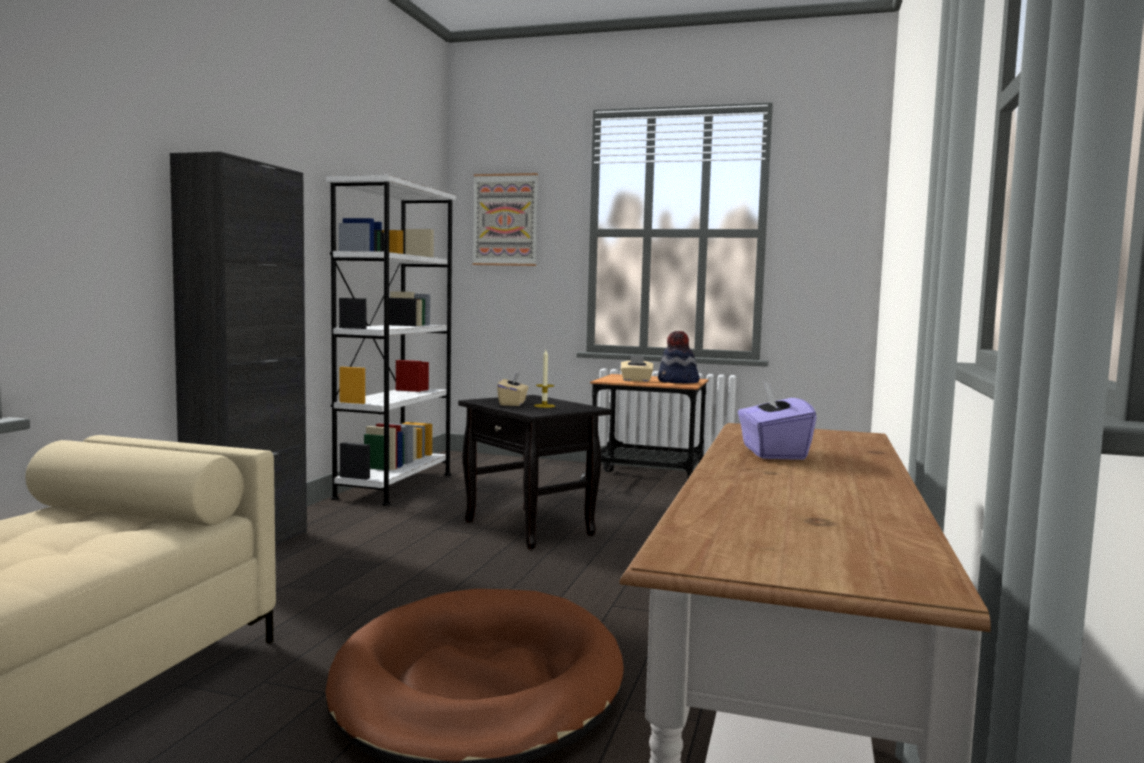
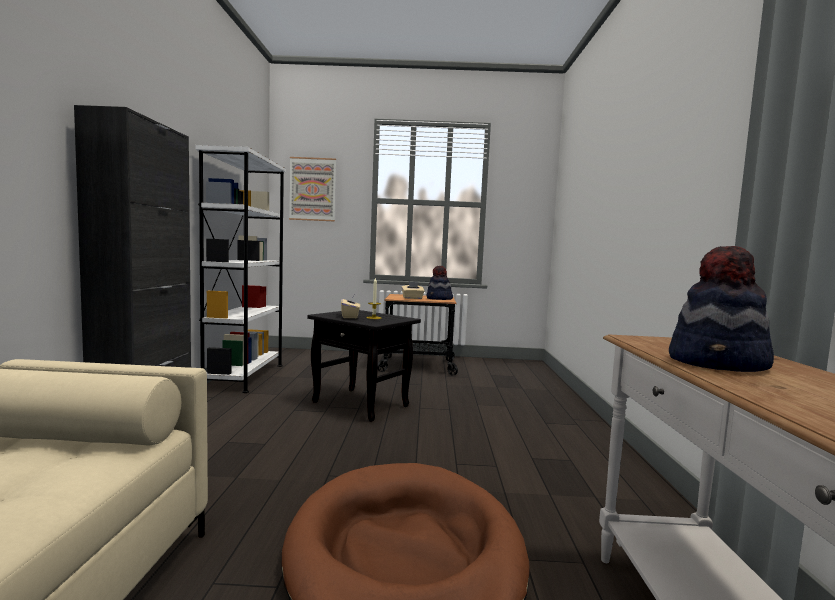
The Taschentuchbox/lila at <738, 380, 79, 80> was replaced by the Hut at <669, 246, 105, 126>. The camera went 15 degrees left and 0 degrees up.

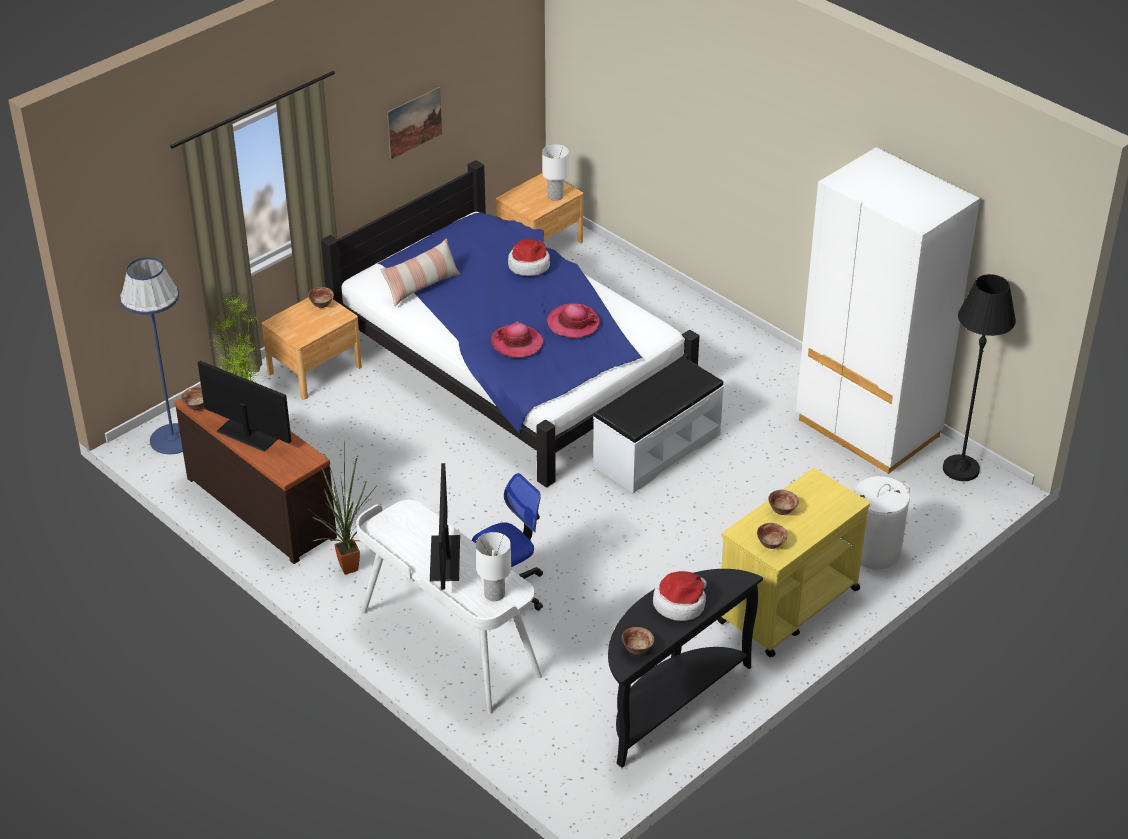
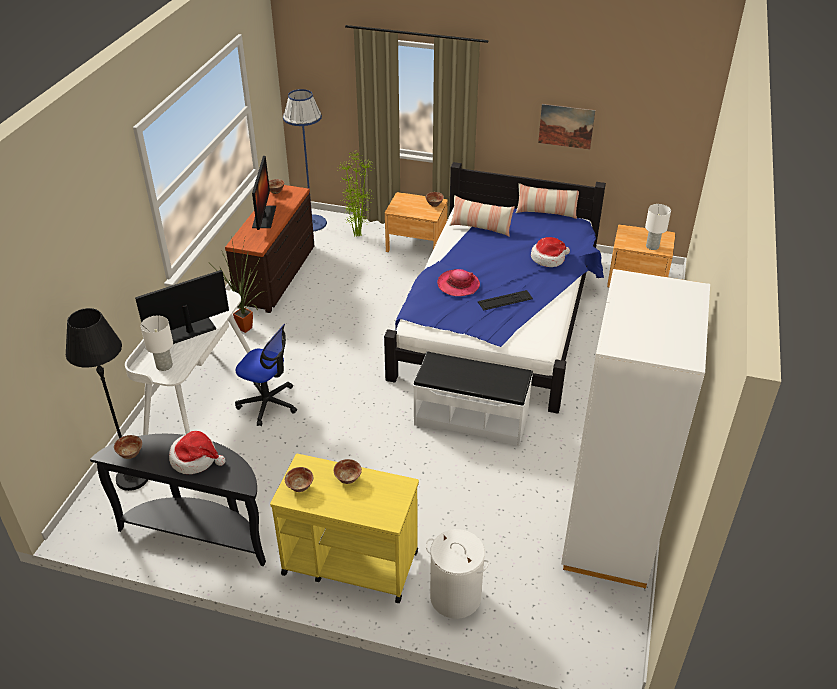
The Stehlampe/schwarz moved from <943, 274, 73, 207> to <66, 308, 82, 183>. The Hut at <547, 303, 53, 35> was replaced by the Tastatur at <478, 290, 55, 21>. The Kissen at <516, 183, 63, 36> appeared. The camera went 60 degrees right and 0 degrees up.

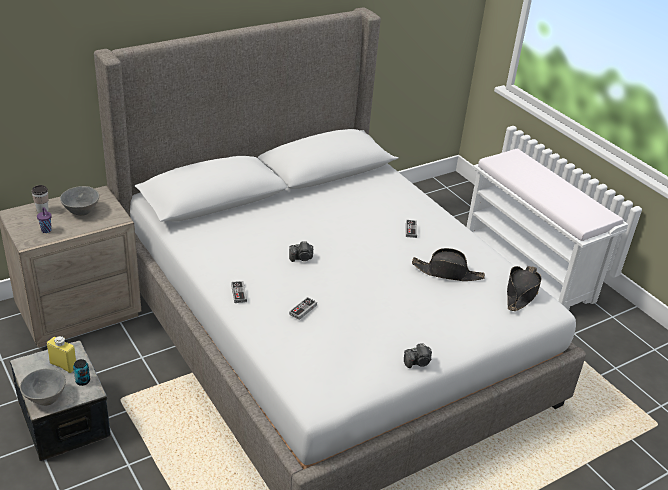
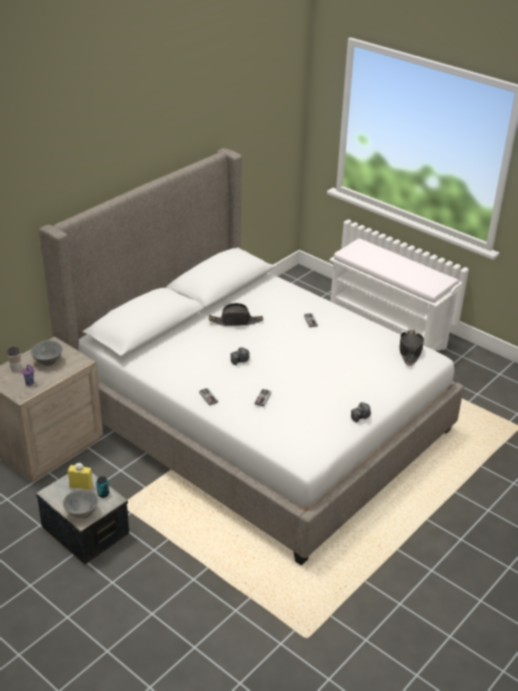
The Hut/schwarz moved from <412, 248, 73, 33> to <209, 303, 54, 23>. The camera went 15 degrees left and 0 degrees up.

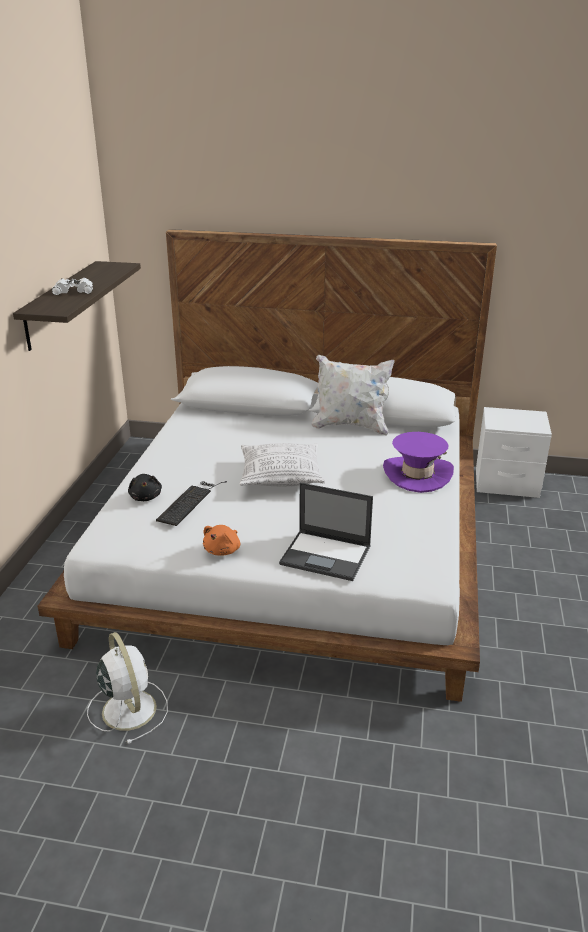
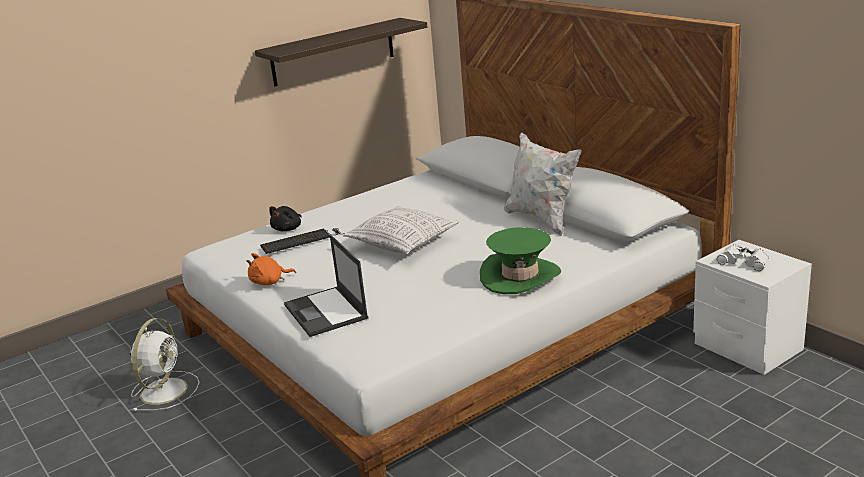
The Fernglas/weiß moved from <52, 277, 41, 18> to <717, 244, 52, 27>. The Hut/lila at <383, 432, 71, 61> became the Hut/grün at <480, 227, 81, 67>. The camera went 45 degrees right and 5 degrees down.

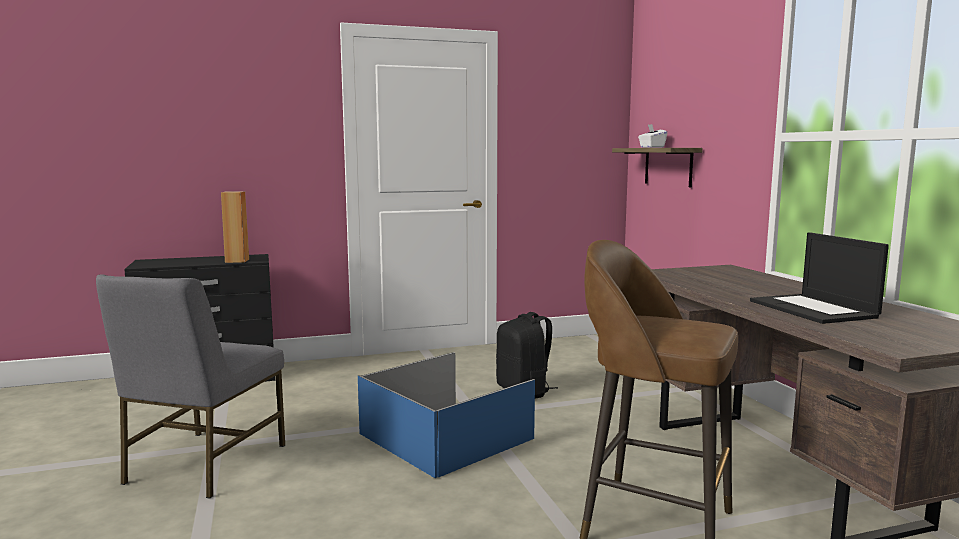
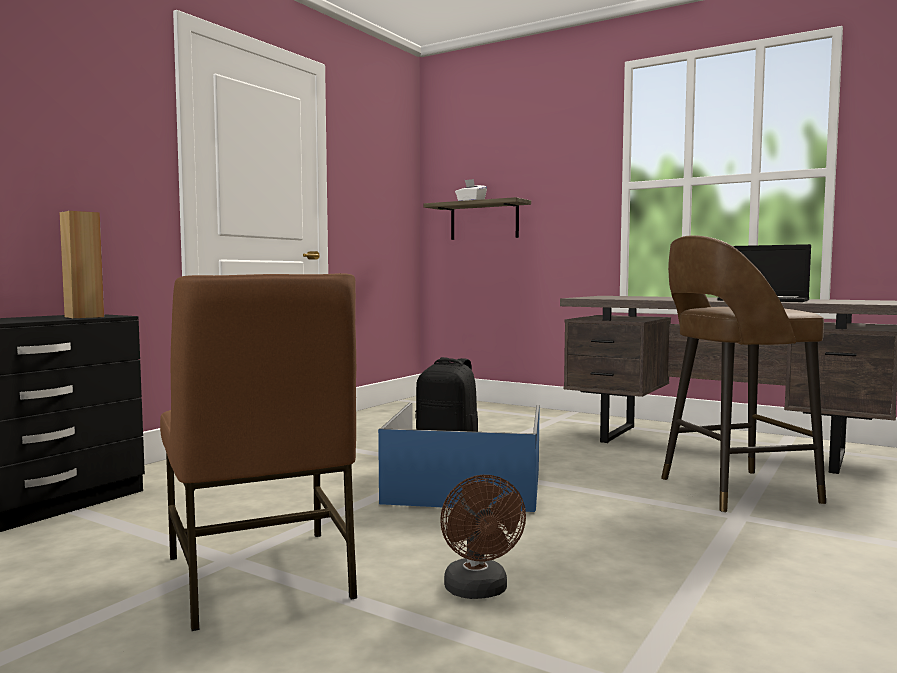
The Stuhl/grau at <96, 274, 190, 225> became the Stuhl/braun at <160, 273, 197, 358>. The Ventilator/braun at <440, 475, 86, 124> appeared. The camera went 40 degrees left and 5 degrees down.

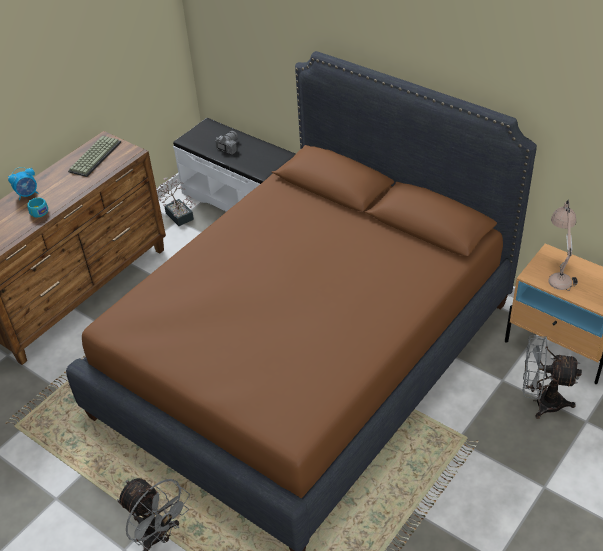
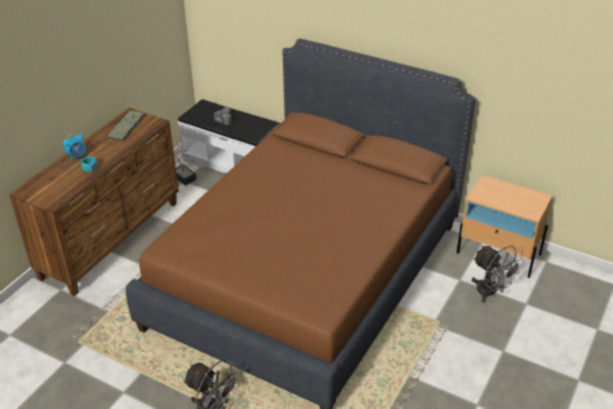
The Tischlampe/beige at <548, 200, 30, 91> disappeared. The Ventilator/grau at <523, 335, 59, 84> turned 135 degrees counterclockwise. The camera went 10 degrees left and 5 degrees down.

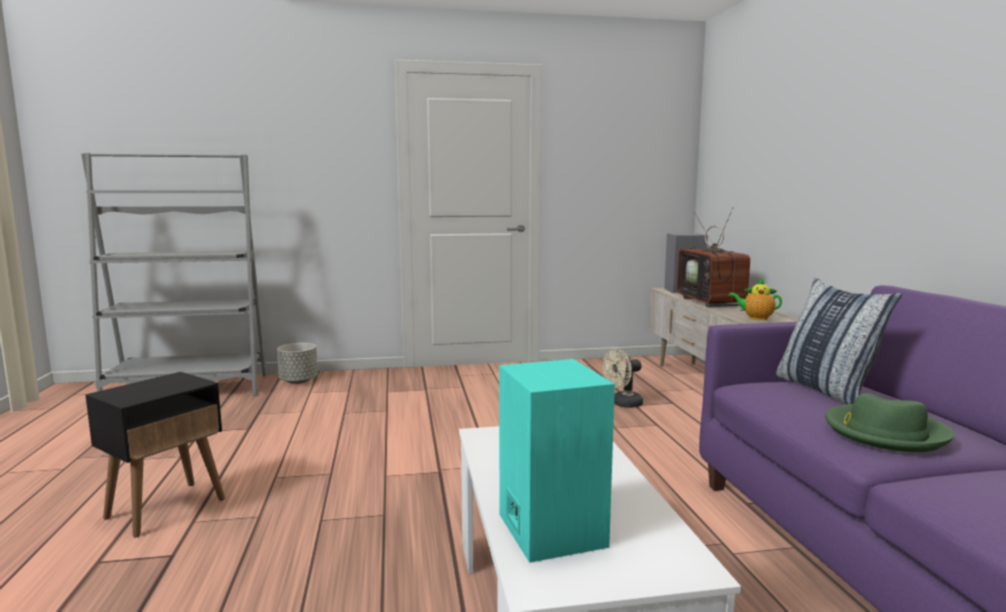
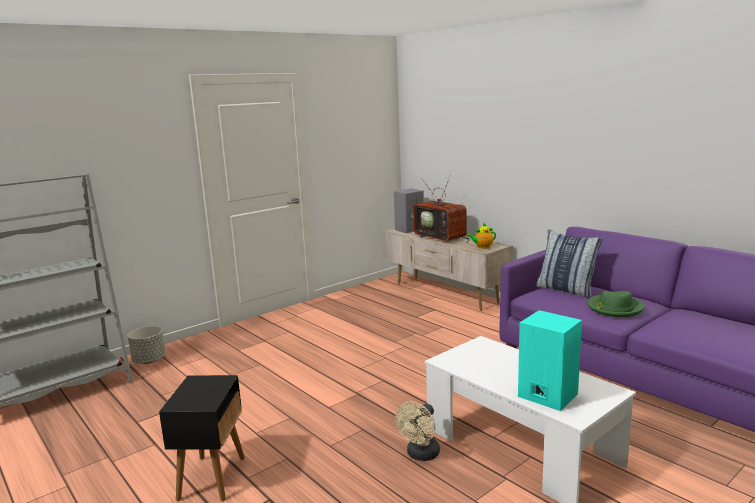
The Ventilator/beige moved from <603, 349, 40, 59> to <395, 402, 45, 59>. The camera went 30 degrees left and 5 degrees up.

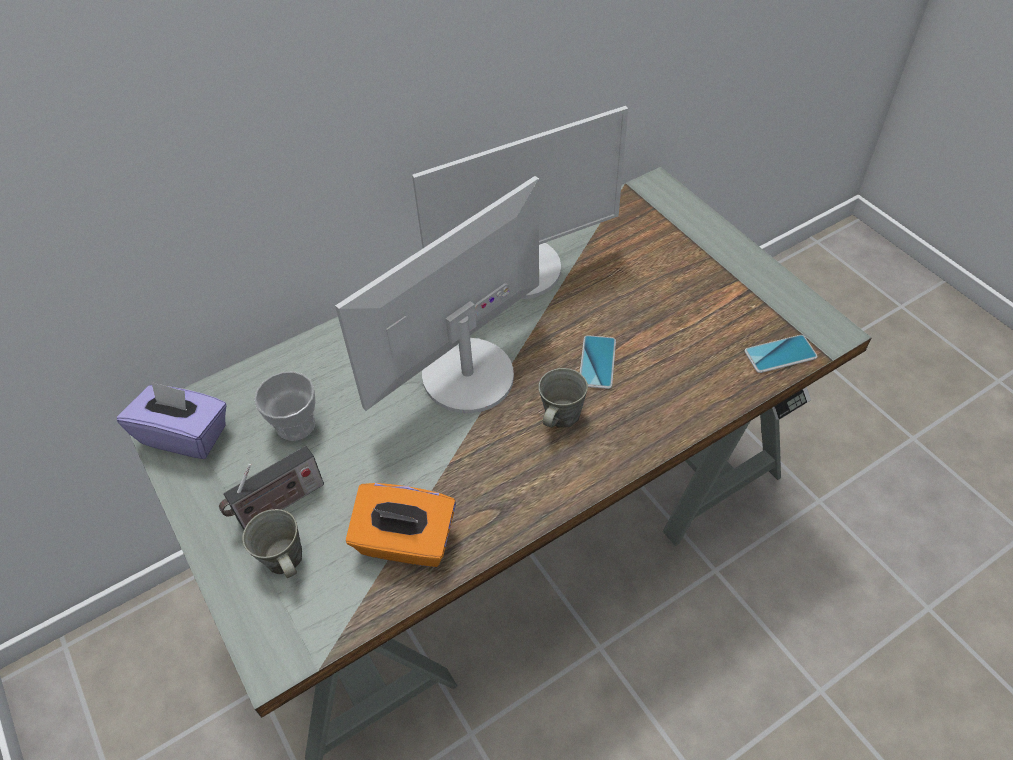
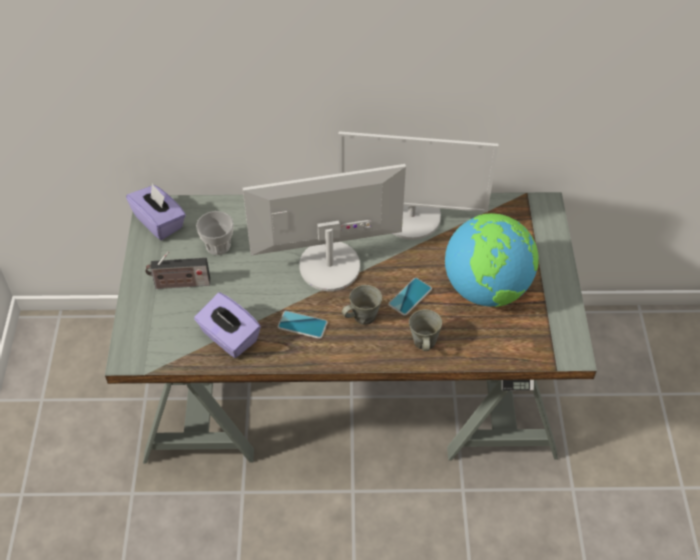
The Handy moved from <745, 335, 72, 38> to <278, 311, 50, 28>. The Taschentuchbox/orange at <346, 483, 110, 84> became the Taschentuchbox/lila at <194, 293, 67, 65>. The Henkelbecher/grau moved from <242, 509, 60, 69> to <409, 309, 33, 42>. The Globus at <445, 213, 94, 94> appeared. The camera went 30 degrees right and 0 degrees up.

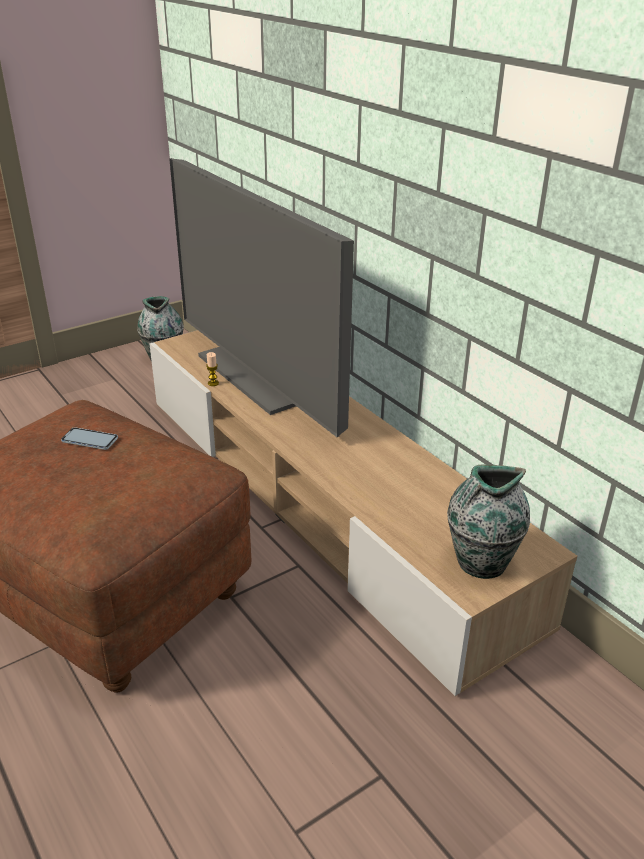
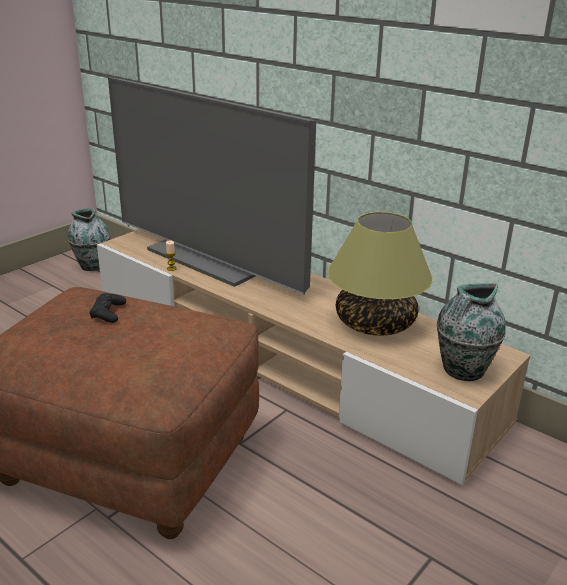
The Handy at <61, 427, 57, 23> was replaced by the Gamepad/schwarz at <89, 293, 37, 30>. The Tischlampe at <328, 212, 105, 124> appeared. The camera went 15 degrees left and 5 degrees down.

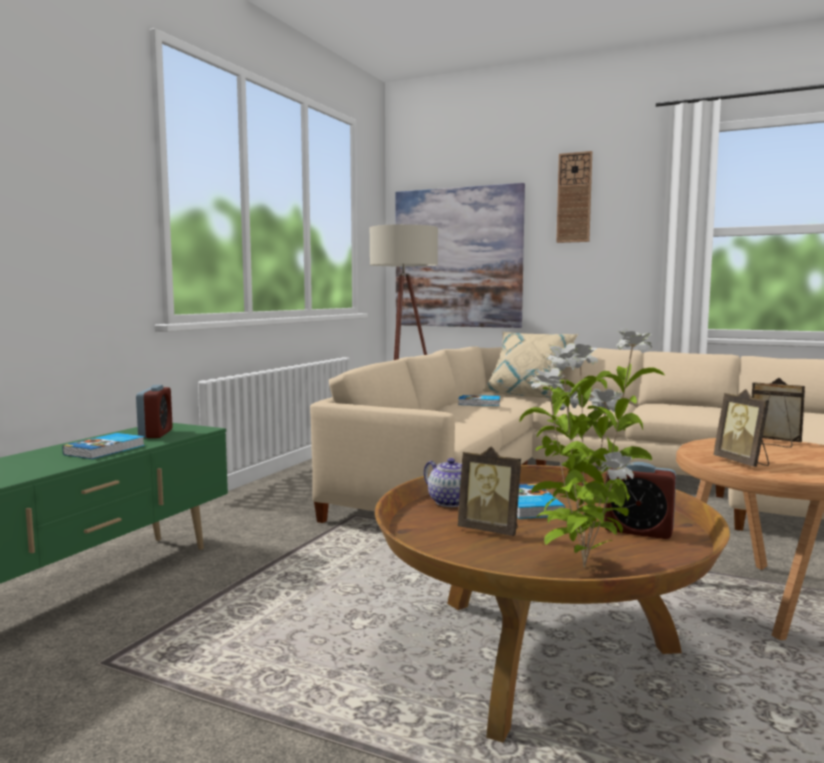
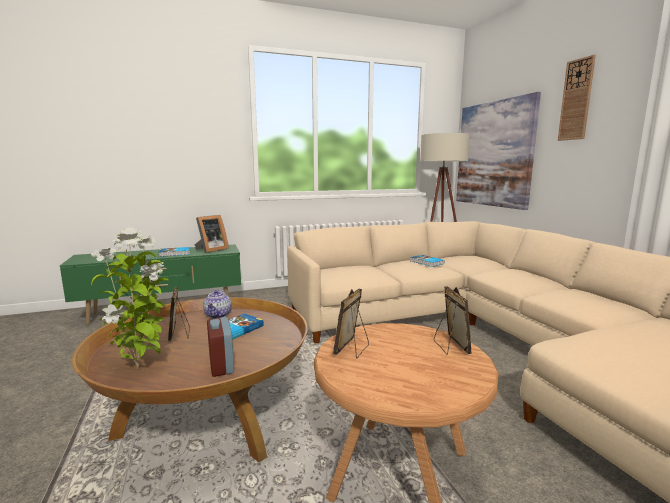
The Kissen/beige at <482, 331, 96, 67> disappeared. The Wecker at <136, 385, 37, 53> was replaced by the Bilderrahmen at <195, 215, 34, 38>. The camera went 45 degrees right and 5 degrees up.

